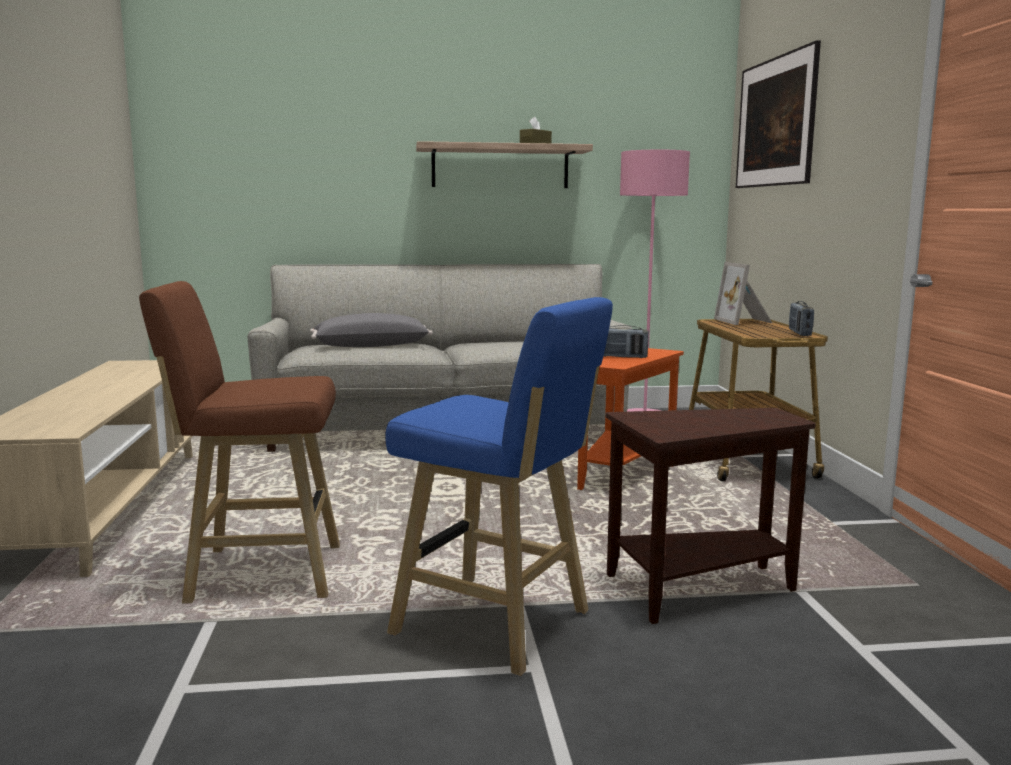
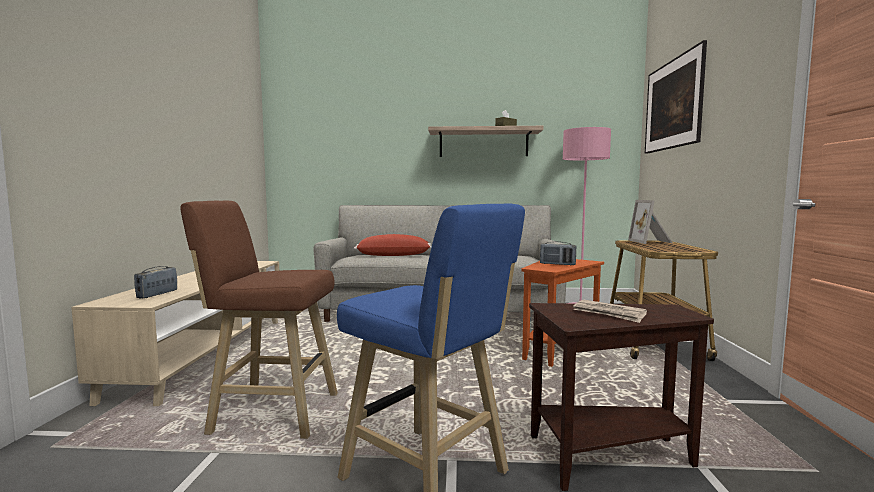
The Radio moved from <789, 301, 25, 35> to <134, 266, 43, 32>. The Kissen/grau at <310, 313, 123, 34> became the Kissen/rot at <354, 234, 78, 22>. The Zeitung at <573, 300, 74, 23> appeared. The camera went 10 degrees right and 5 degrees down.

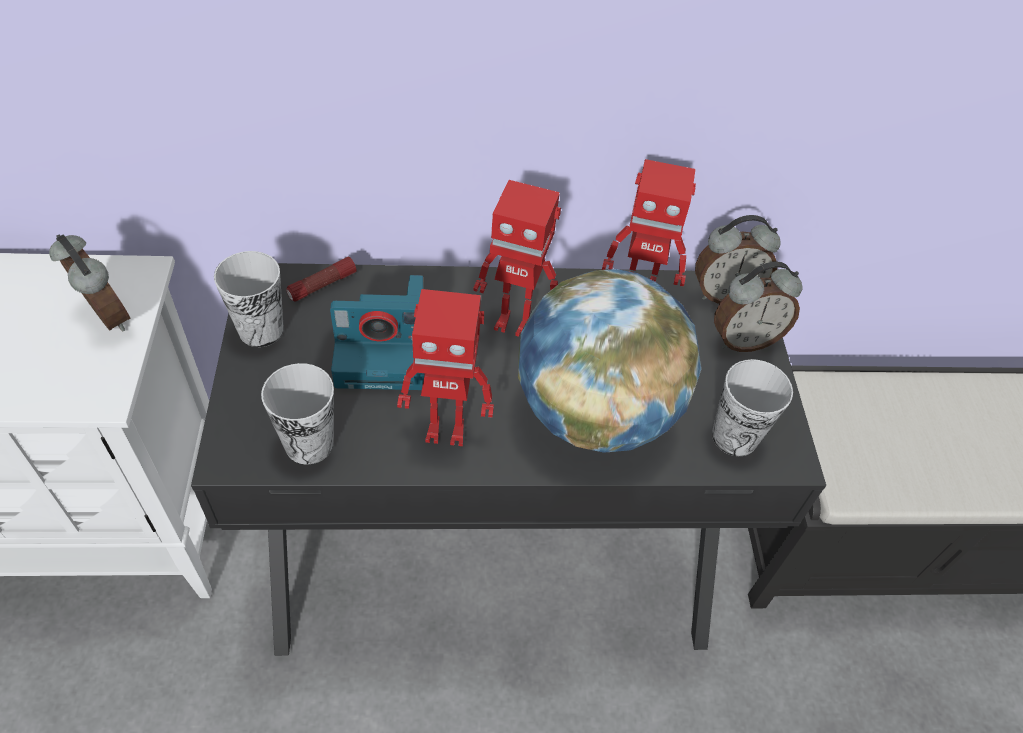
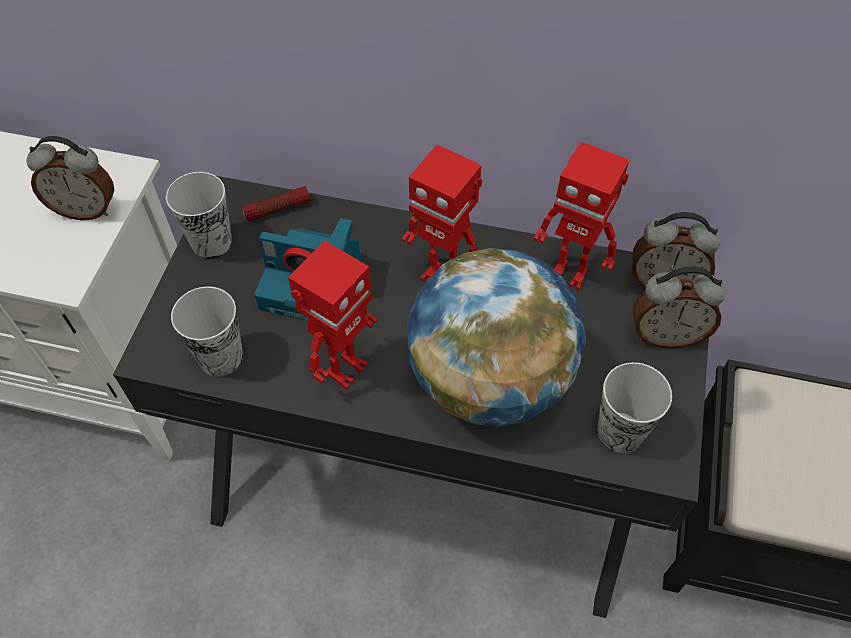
The Wecker at <49, 235, 82, 97> turned 120 degrees clockwise. The Spielzeugroboter at <397, 289, 97, 157> turned 75 degrees counterclockwise. The camera went 20 degrees right and 5 degrees up.

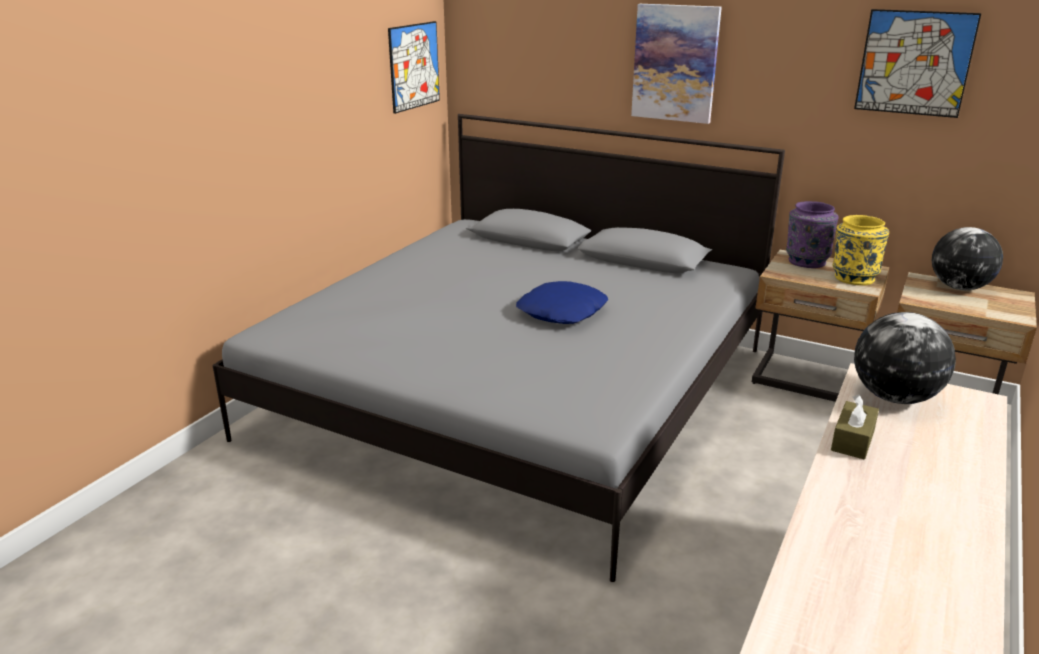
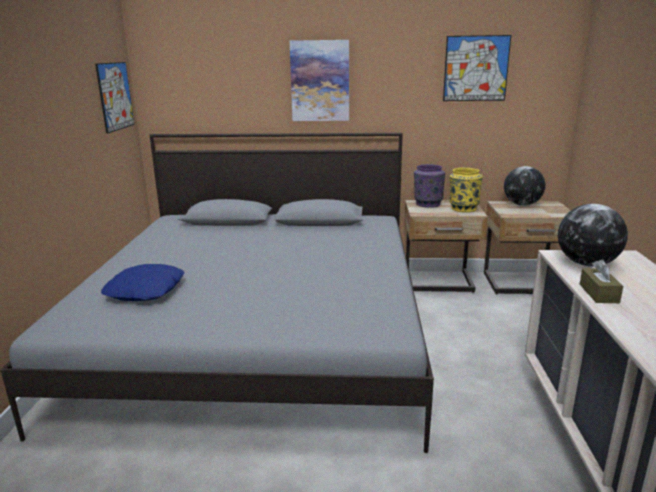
The Kissen/blau moved from <516, 281, 92, 43> to <101, 264, 83, 37>. The camera went 25 degrees left and 5 degrees down.

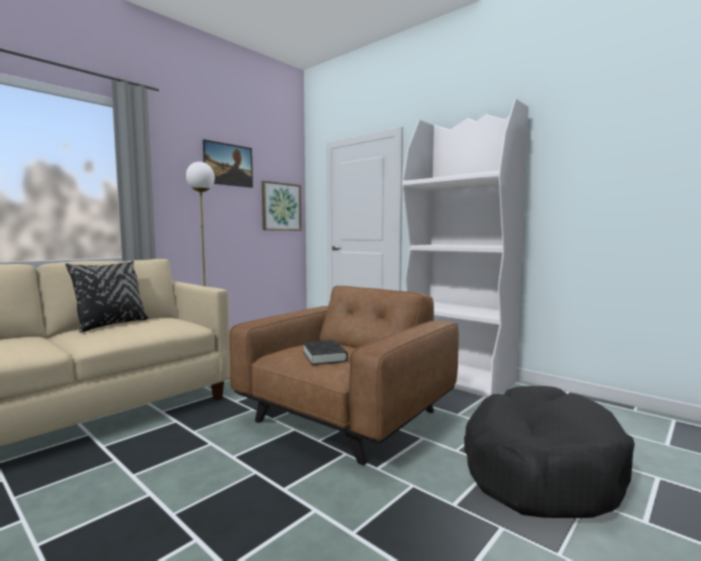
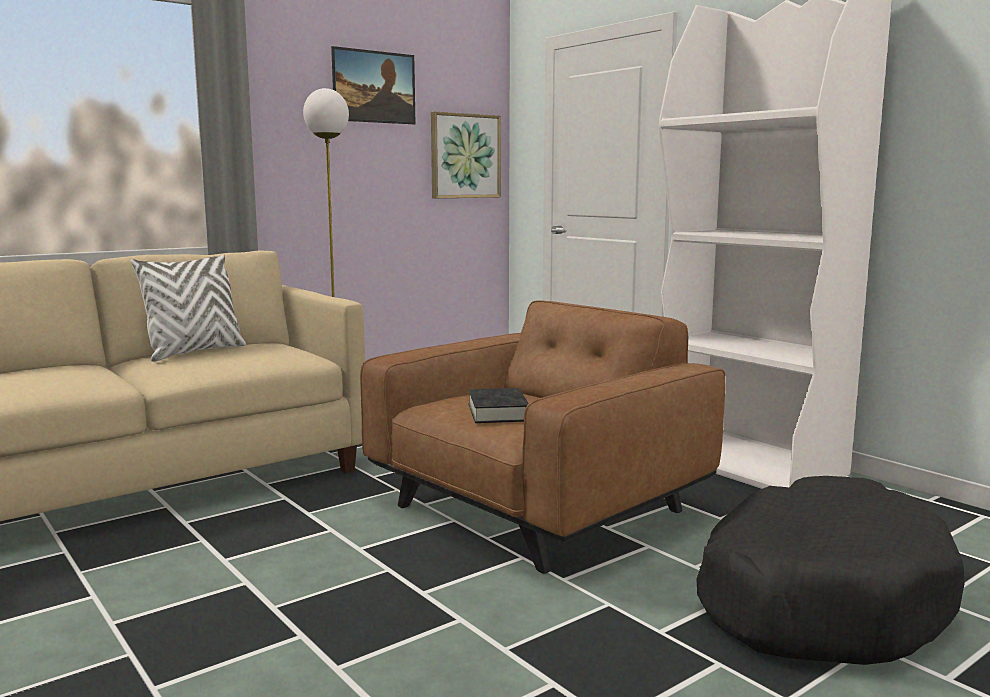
The Kissen/schwarz at <65, 261, 83, 72> became the Kissen/weiß at <131, 255, 115, 107>. The camera went 10 degrees right and 5 degrees up.

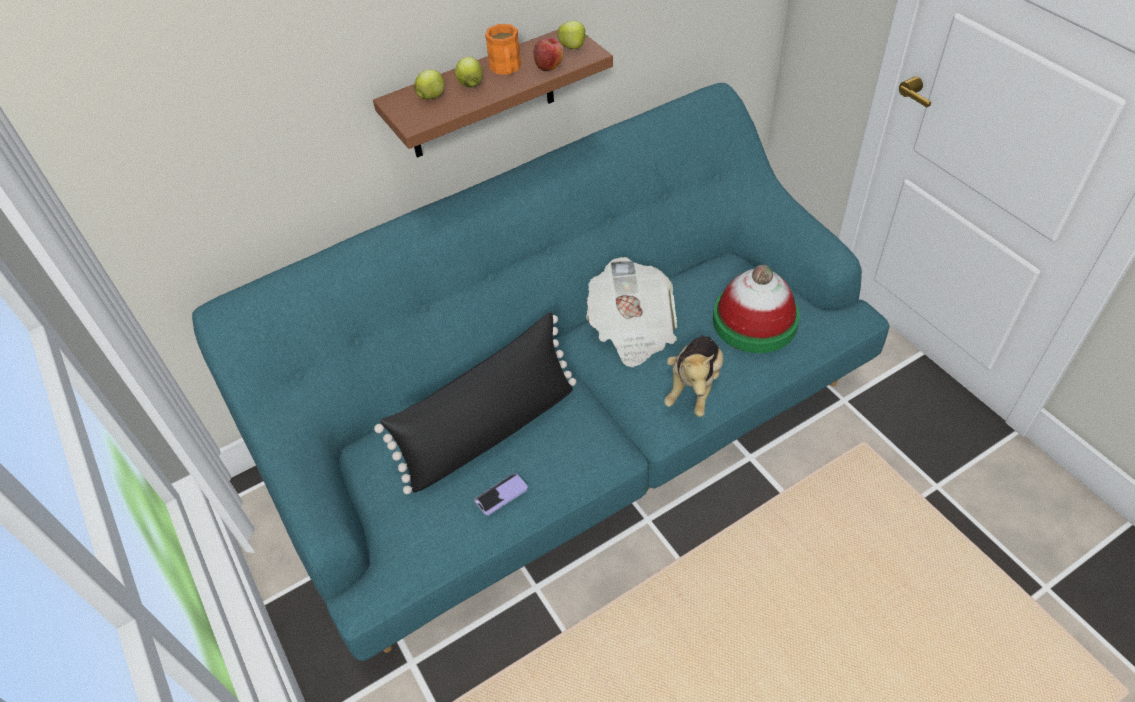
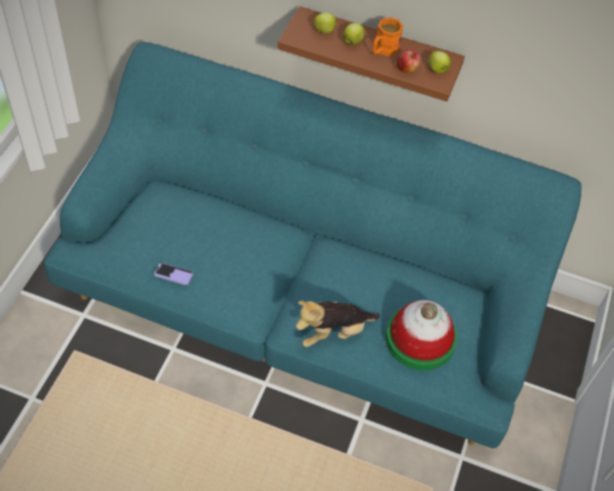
The Zeitung at <586, 257, 91, 110> disappeared. The Kissen/schwarz at <374, 313, 202, 181> disappeared. The camera went 45 degrees right and 5 degrees up.

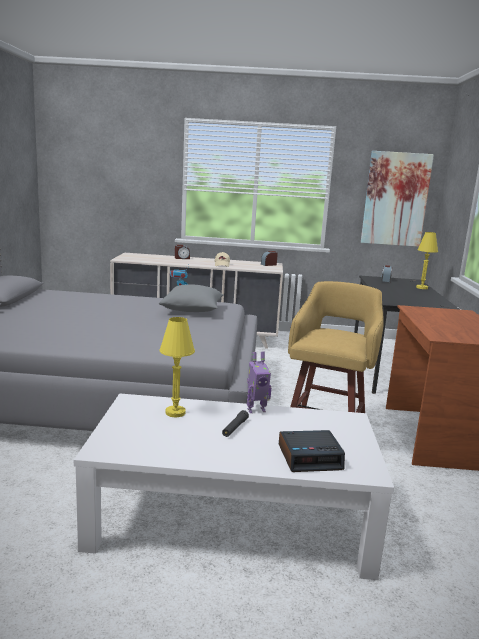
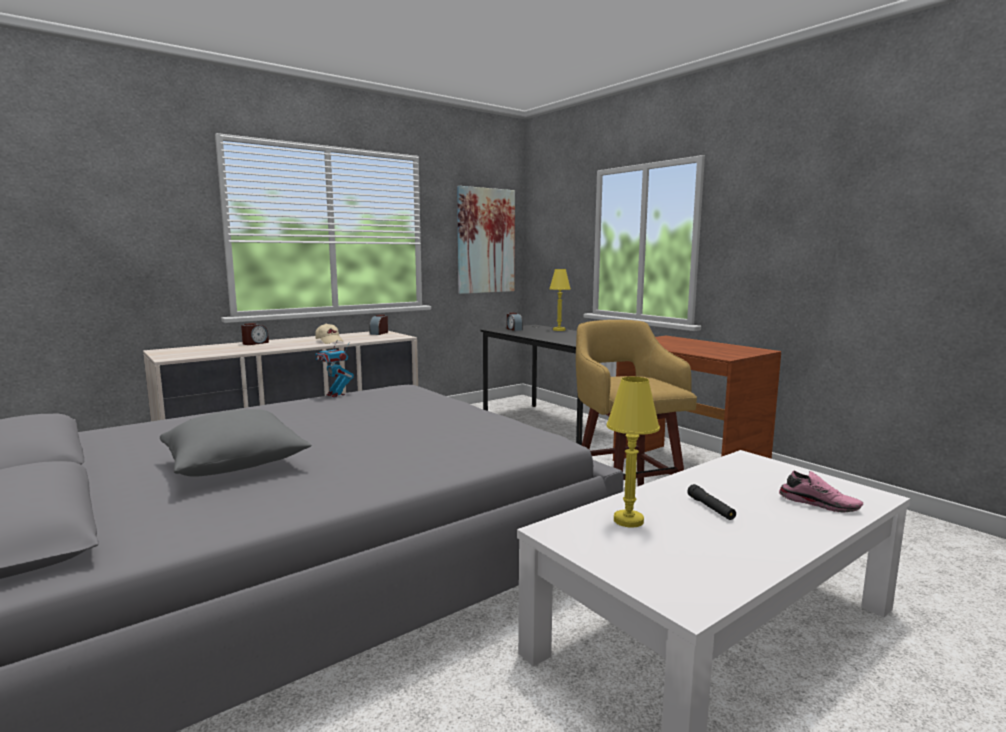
The Kissen/grau moved from <159, 284, 65, 28> to <160, 409, 151, 68>. The Spielzeugroboter at <247, 352, 24, 61> disappeared. The Wecker at <279, 430, 66, 42> was replaced by the Schuh/rosa at <779, 471, 84, 41>. The camera went 40 degrees left and 5 degrees down.

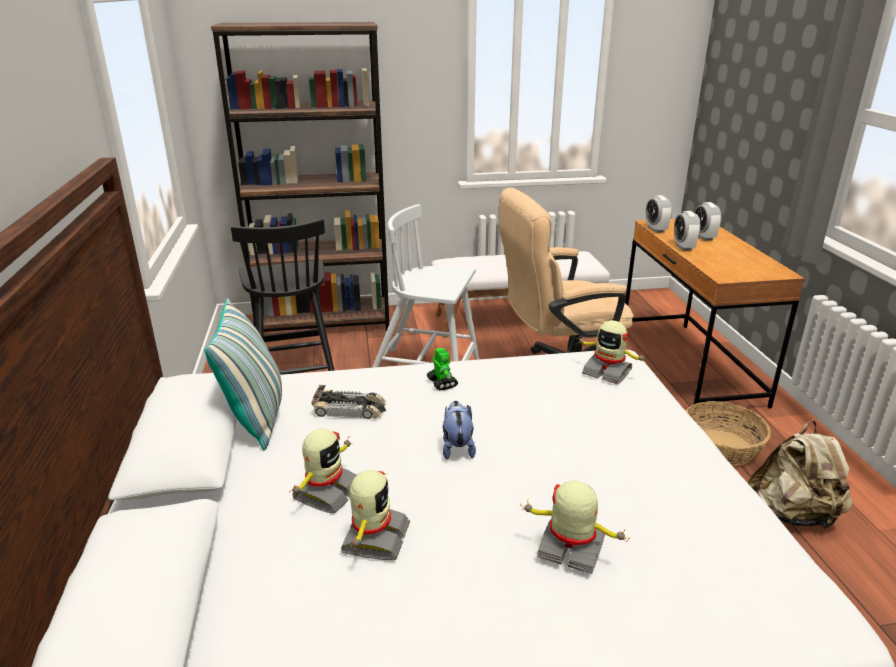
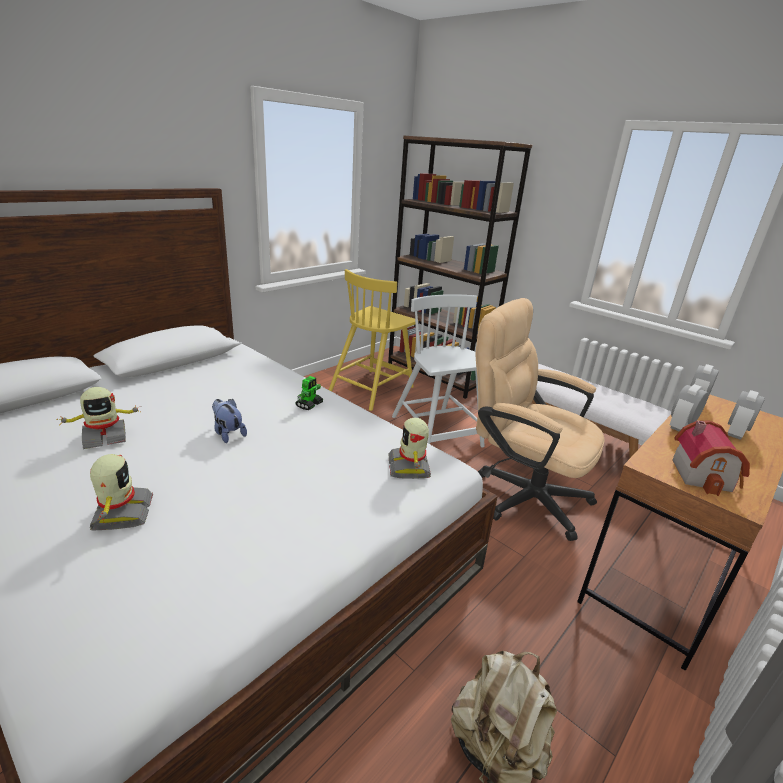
The Stuhl/schwarz at <231, 219, 104, 156> became the Stuhl/gelb at <329, 269, 86, 142>. The Kissen at <204, 298, 78, 152> disappeared. The Spielzeugauto at <311, 385, 75, 34> disappeared. The Plüschtier at <443, 401, 33, 58> turned 90 degrees counterclockwise. The Korb at <686, 401, 85, 65> disappeared. The Spielzeugroboter at <289, 429, 68, 85> disappeared. The Spielzeughaus at <672, 420, 78, 76> appeared. The camera went 50 degrees right and 0 degrees up.

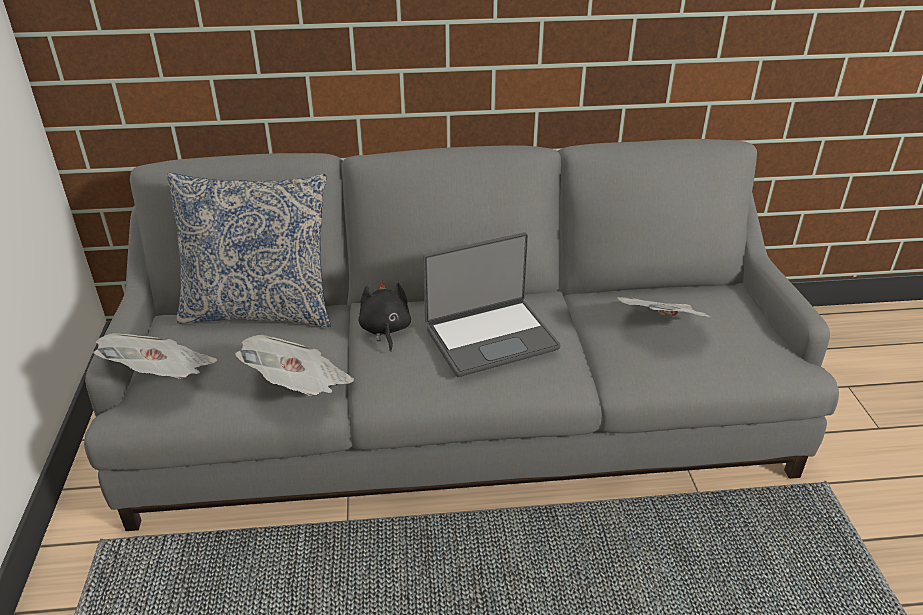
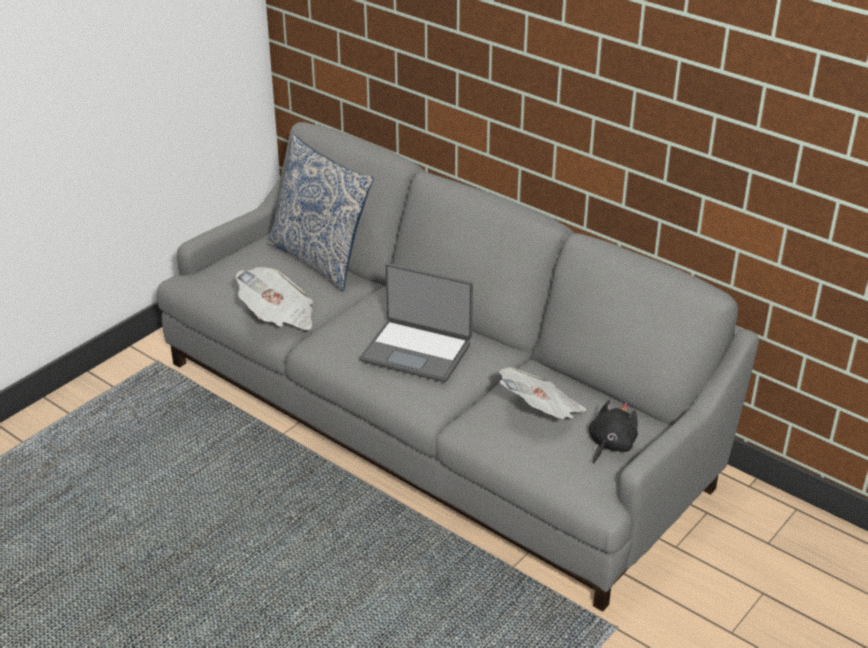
The Plüschtier/schwarz moved from <359, 280, 52, 72> to <589, 400, 49, 64>. The Zeitung at <93, 333, 124, 45> disappeared. The camera went 45 degrees right and 0 degrees up.

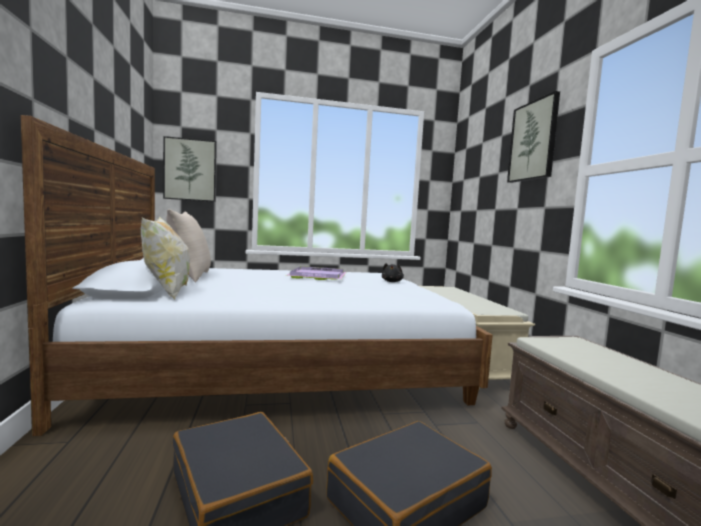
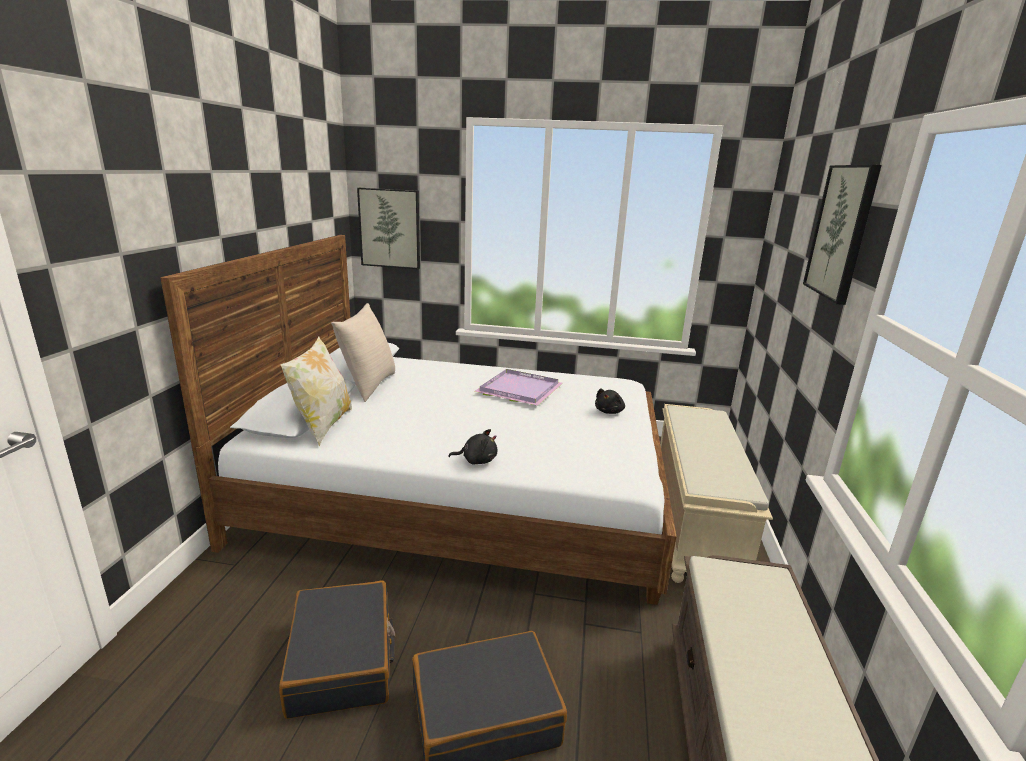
The Plüschtier/schwarz at <448, 429, 50, 36> appeared. The camera went 20 degrees right and 15 degrees up.

